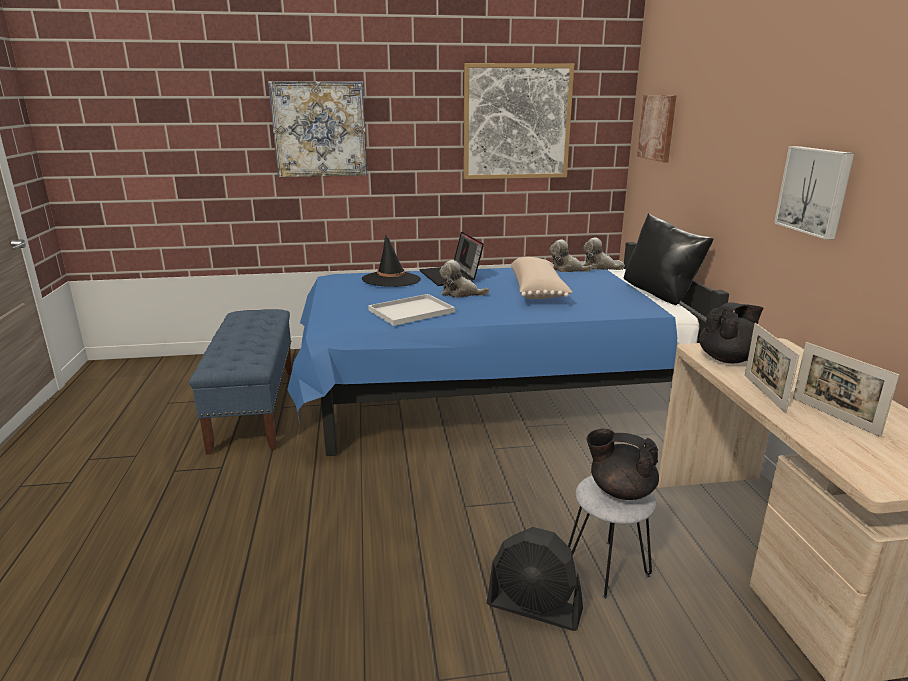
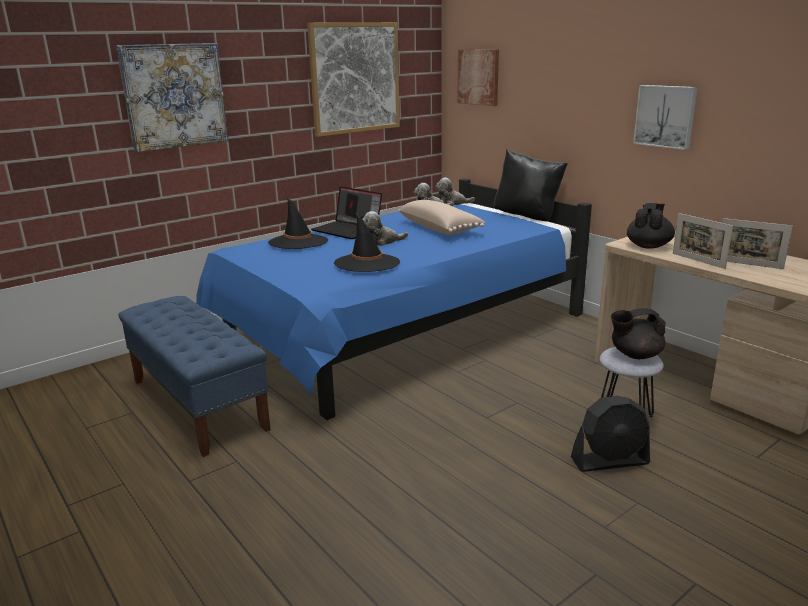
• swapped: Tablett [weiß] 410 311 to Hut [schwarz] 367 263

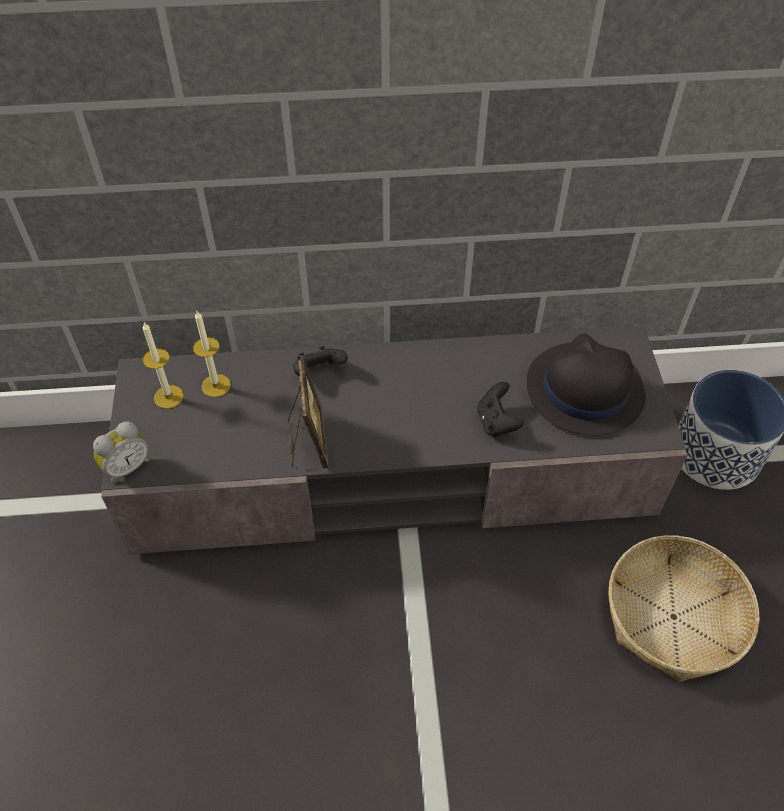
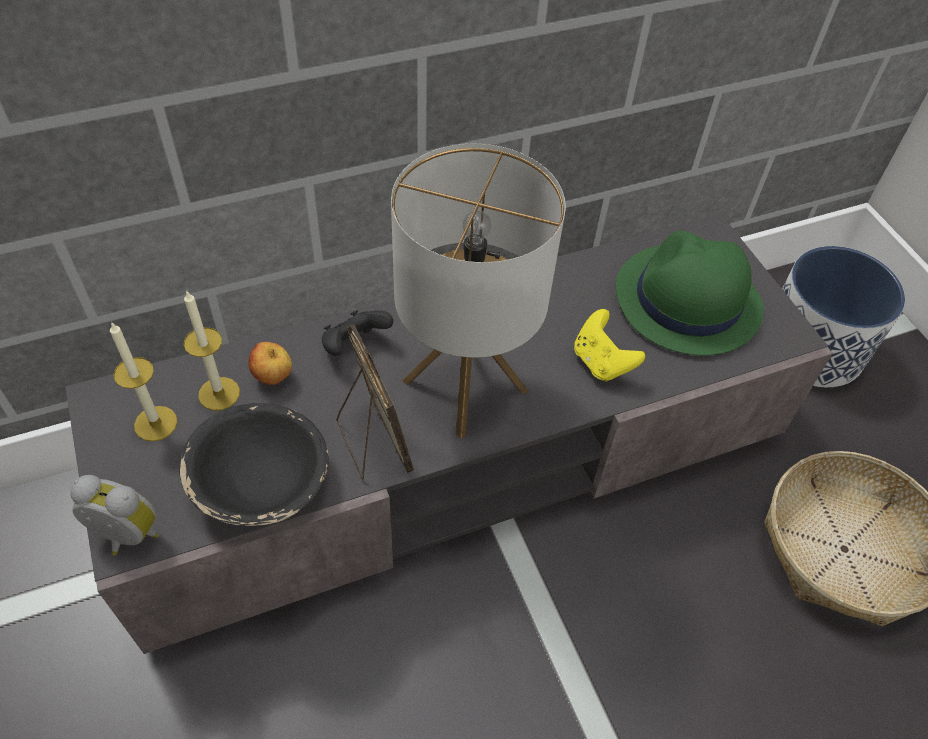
• repainted: Hut [schwarz] 584 389 to Hut [grün] 686 300
• repainted: Gamepad [schwarz] 496 422 to Gamepad [gelb] 601 362
• rotated: Wecker 127 467 = 124 537 105 degrees counterclockwise
• new: Tischlampe 464 386
• new: Apfel 273 377
• new: Schüssel [schwarz] 261 482

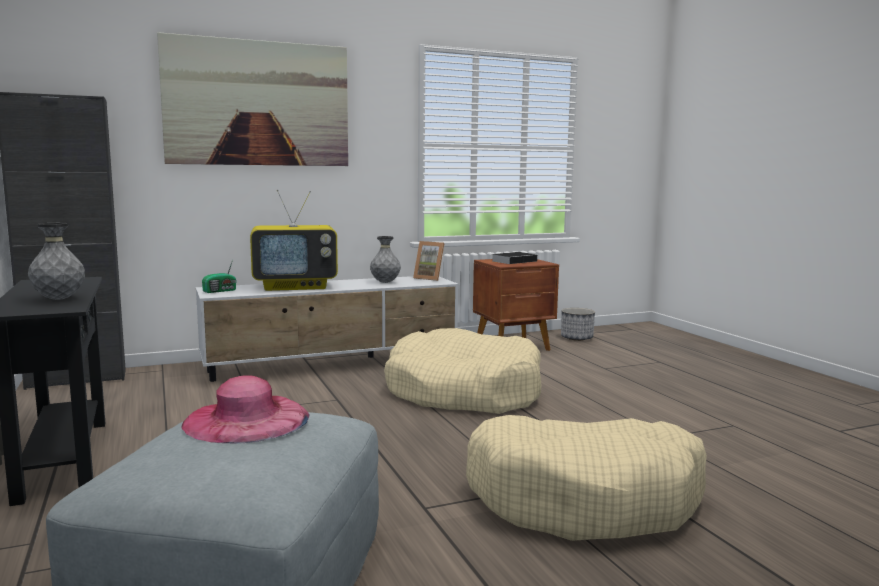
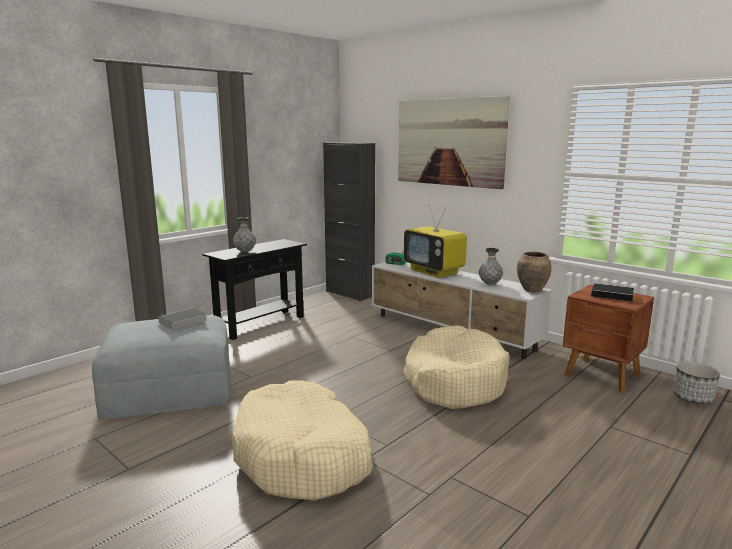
• swapped: Bilderrahmen 430 278 to Vase [braun] 532 290
• swapped: Hut [rosa] 246 419 to Buch 182 322

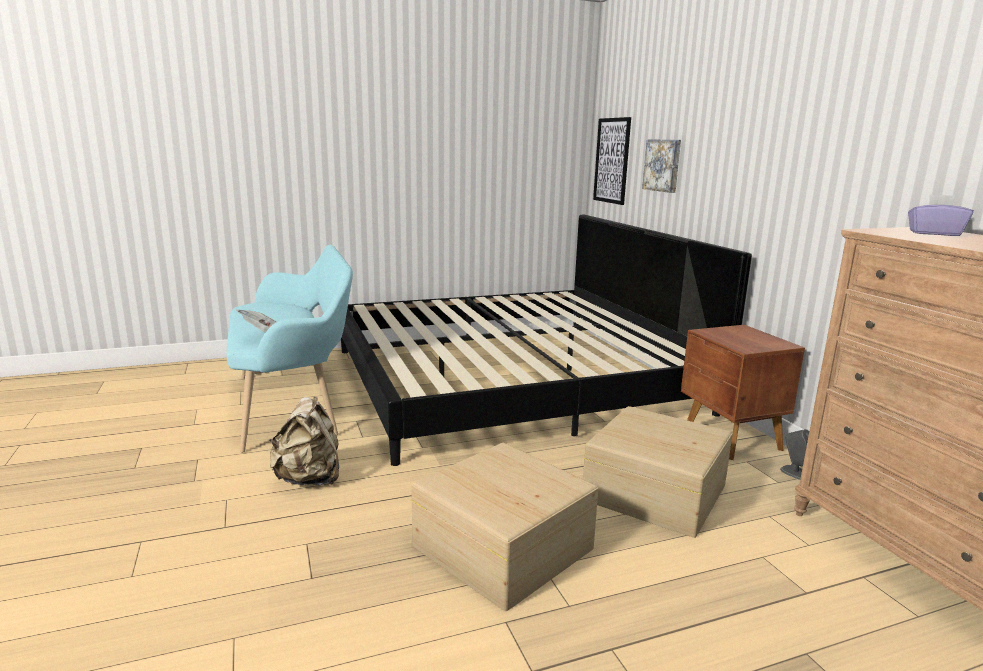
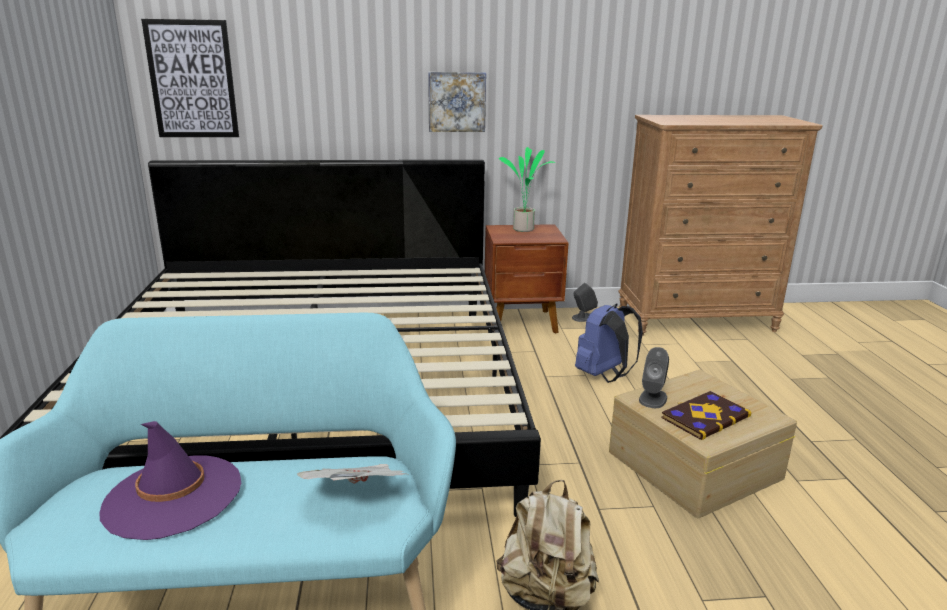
• shifted: Bild 663 165 to 456 101
• gone: Taschentuchbox [lila] 934 233
• swapped: Aufbewahrungsbox [beige] 653 491 to Rucksack [blau] 604 375
• new: Topfpflanze 525 229
• new: Lautsprecher [grau] 653 398
• new: Buch 704 417
• new: Hut [lila] 172 496

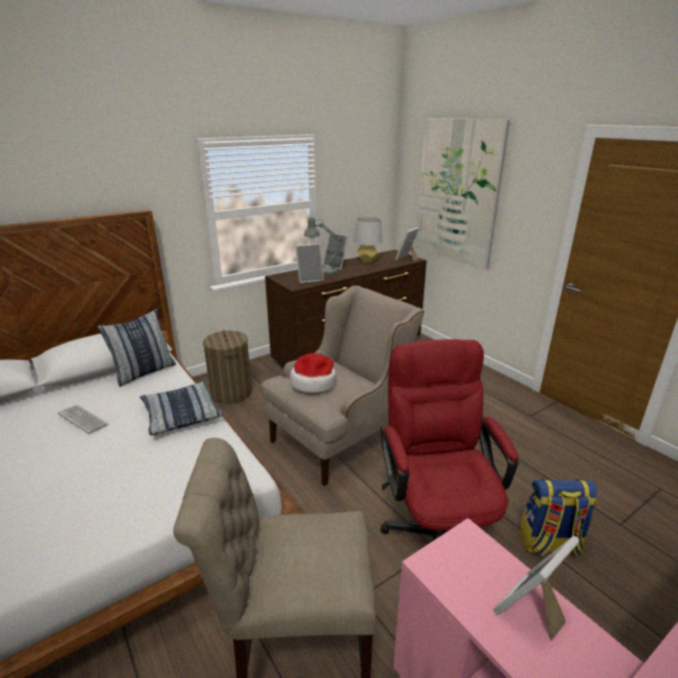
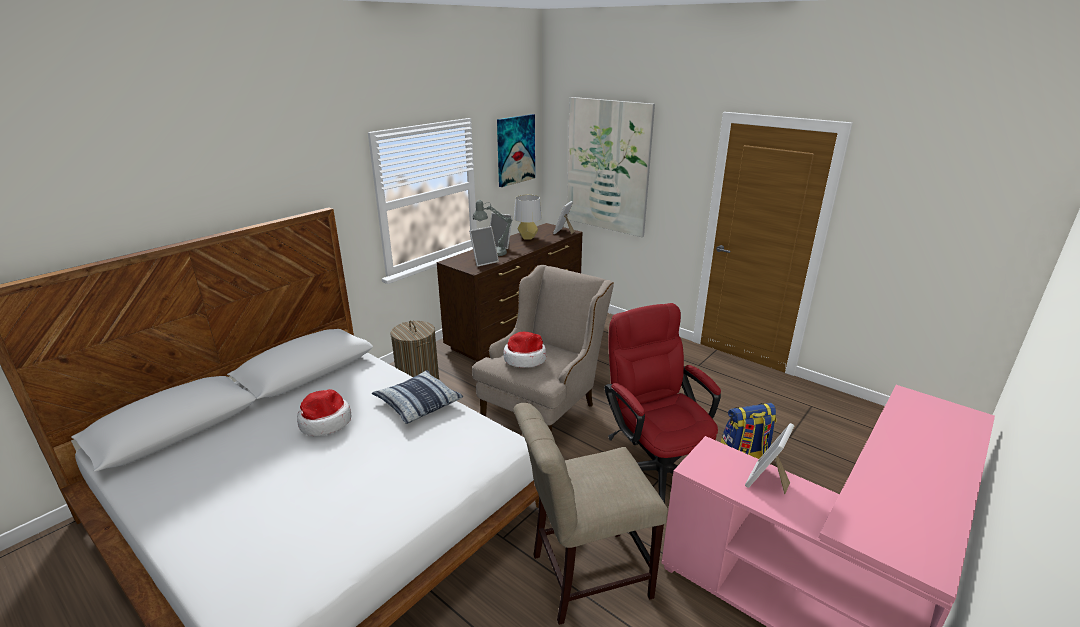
• gone: Kissen 144 372
• swapped: Tastatur 83 419 to Hut 325 422
• new: Bild 515 150

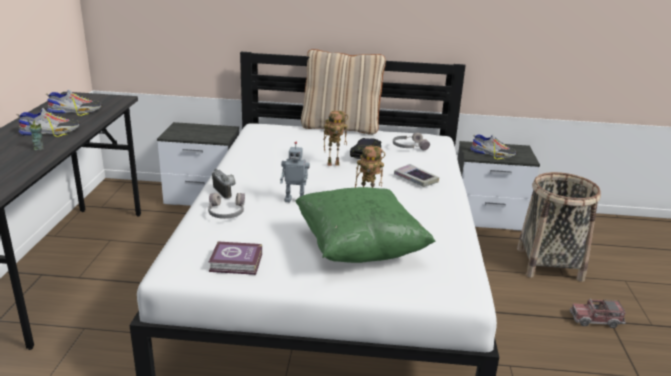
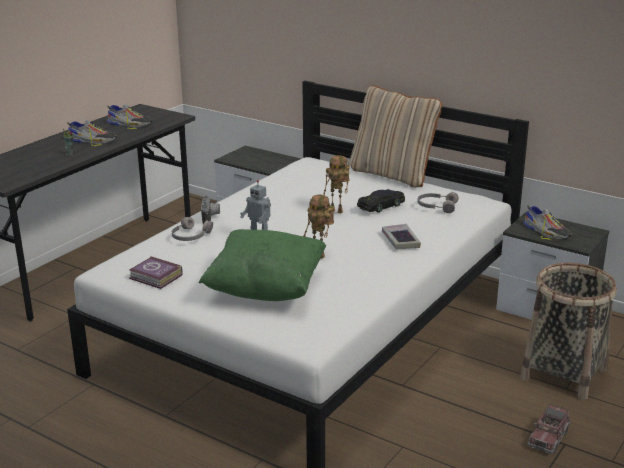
• rotated: Spielzeuglaster 595 320 = 548 438 90 degrees counterclockwise

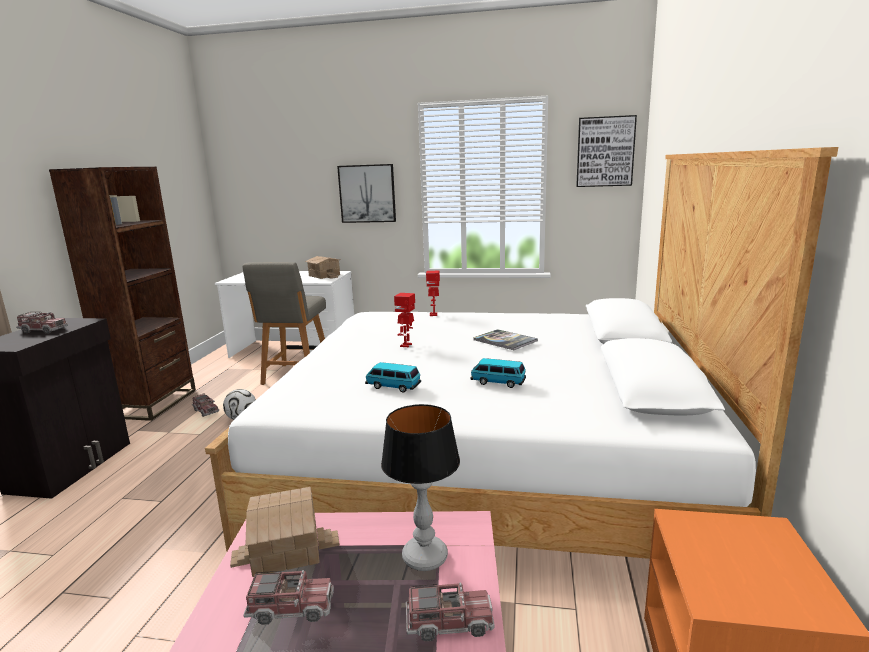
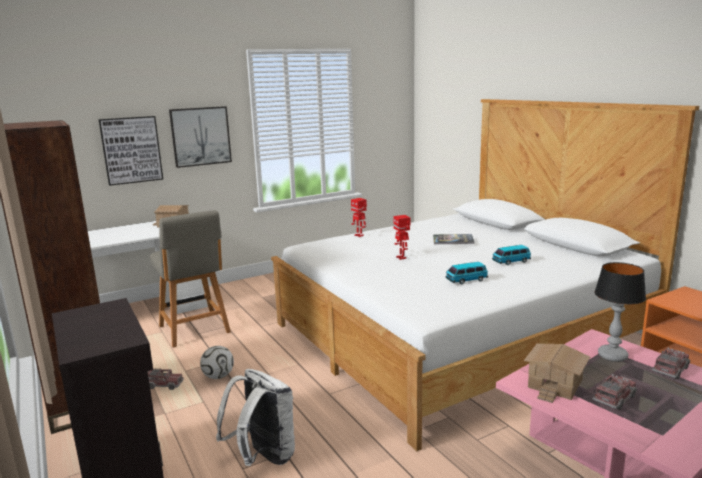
• shifted: Bild 605 152 to 131 150
• gone: Spielzeuglaster 43 330
• new: Rucksack [weiß] 263 457

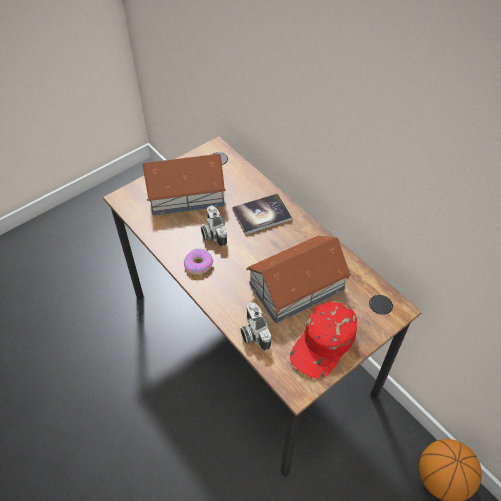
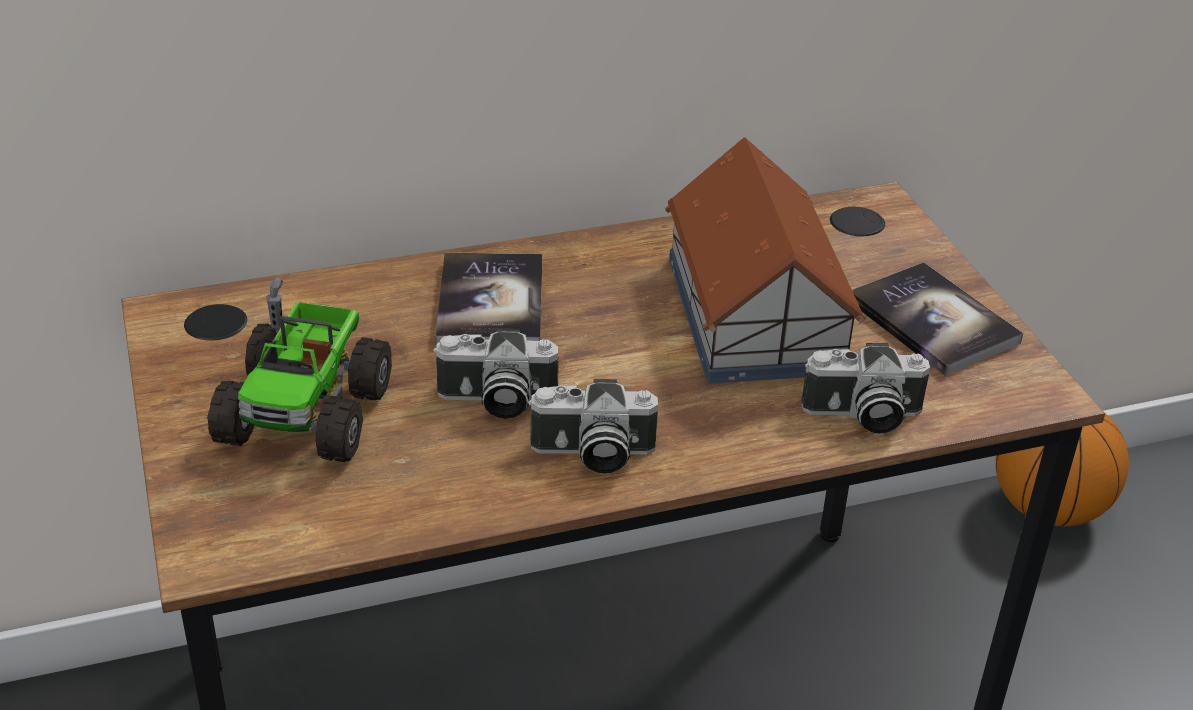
• swapped: Spielzeughaus 187 194 to Spielzeuglaster 307 412
• swapped: Donut 198 264 to Kamera 591 454
• swapped: Kappe [rot] 324 344 to Buch 932 321

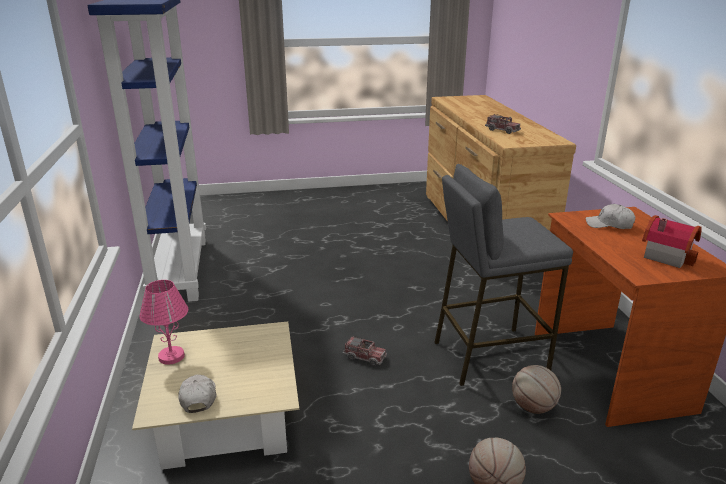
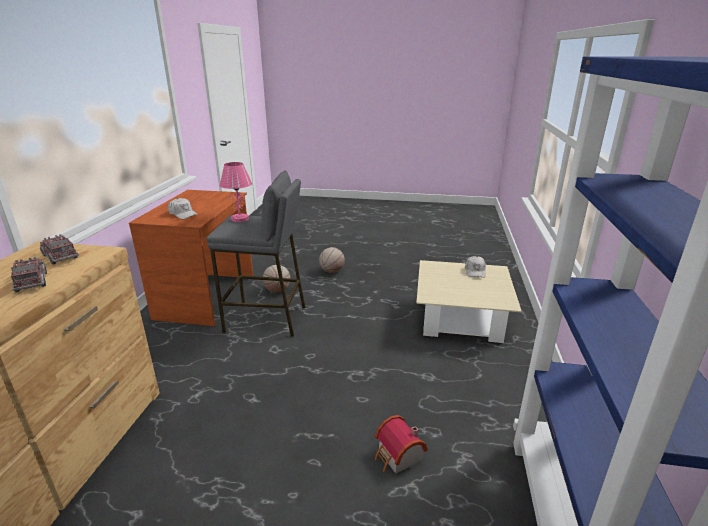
• shifted: Spielzeughaus 666 255 to 398 457
• shifted: Tischlampe [rosa] 171 357 to 240 219
• shifted: Spielzeuglaster 364 357 to 60 256

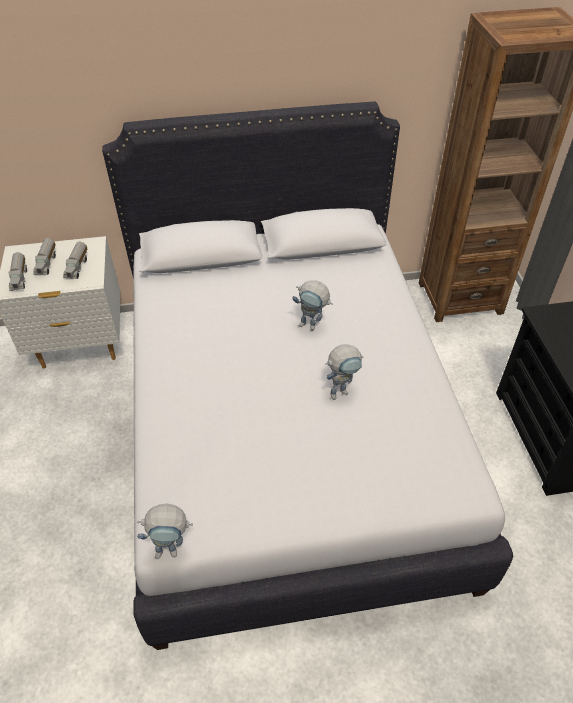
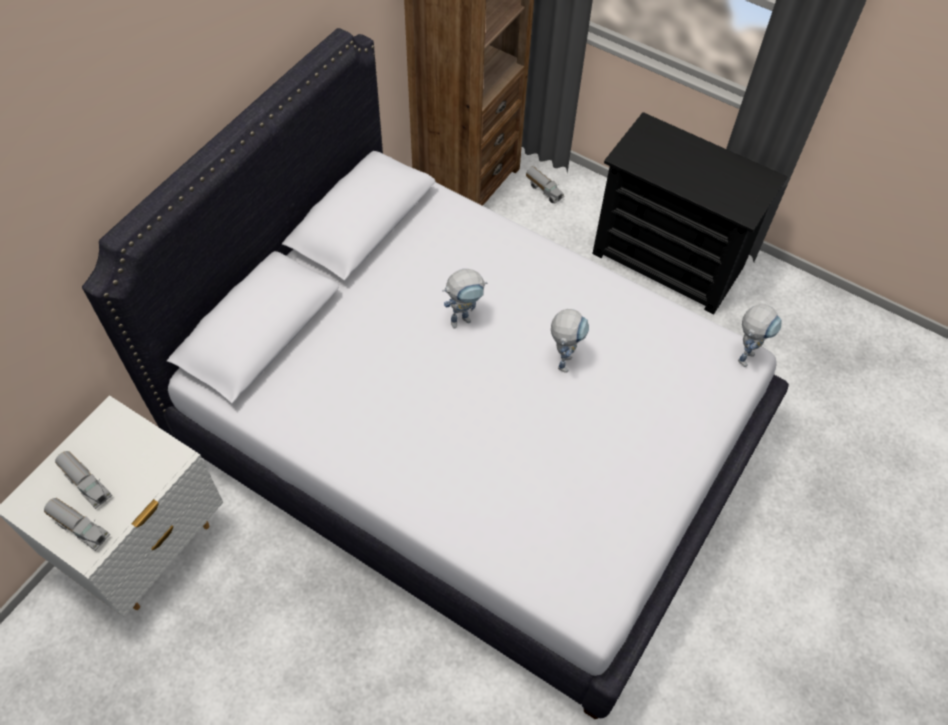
• shifted: Spielzeuglaster 78 267 to 544 190
• shifted: Spielzeugroboter 172 550 to 746 353

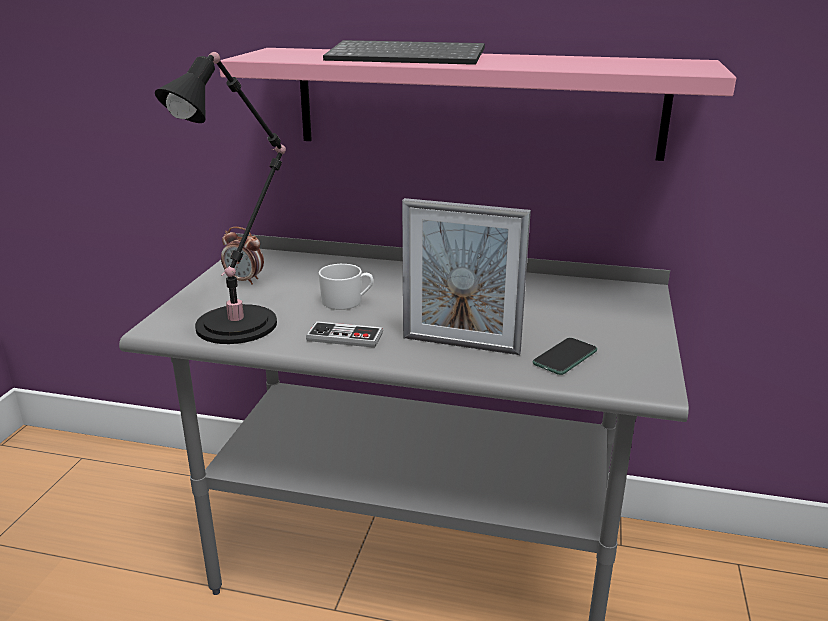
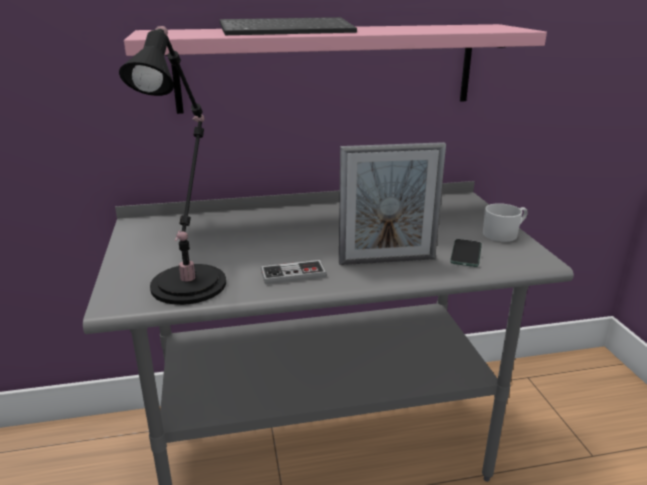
• gone: Wecker 245 280
• shifted: Henkelbecher [weiß] 347 302 to 504 234

